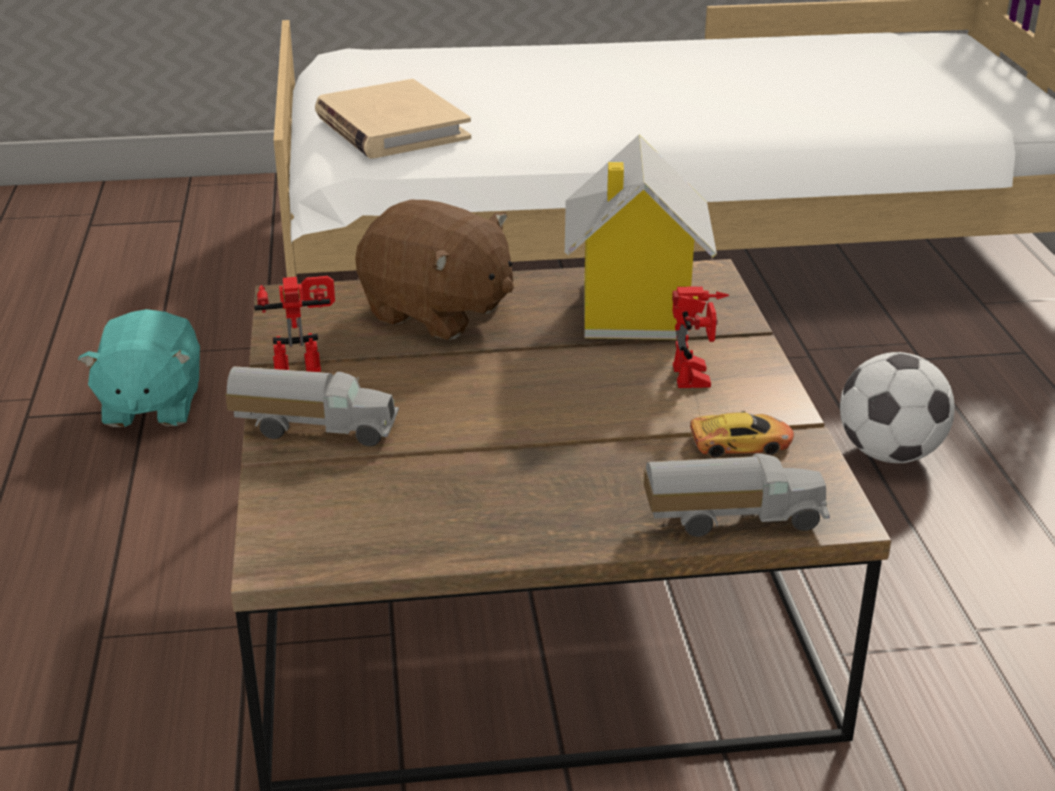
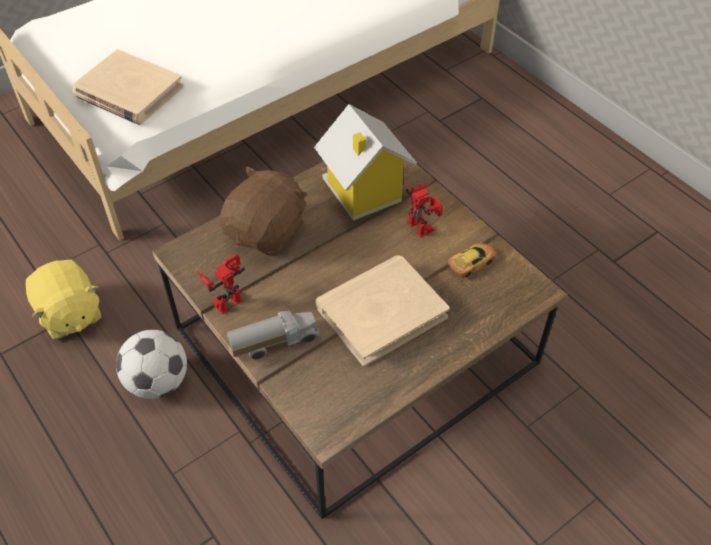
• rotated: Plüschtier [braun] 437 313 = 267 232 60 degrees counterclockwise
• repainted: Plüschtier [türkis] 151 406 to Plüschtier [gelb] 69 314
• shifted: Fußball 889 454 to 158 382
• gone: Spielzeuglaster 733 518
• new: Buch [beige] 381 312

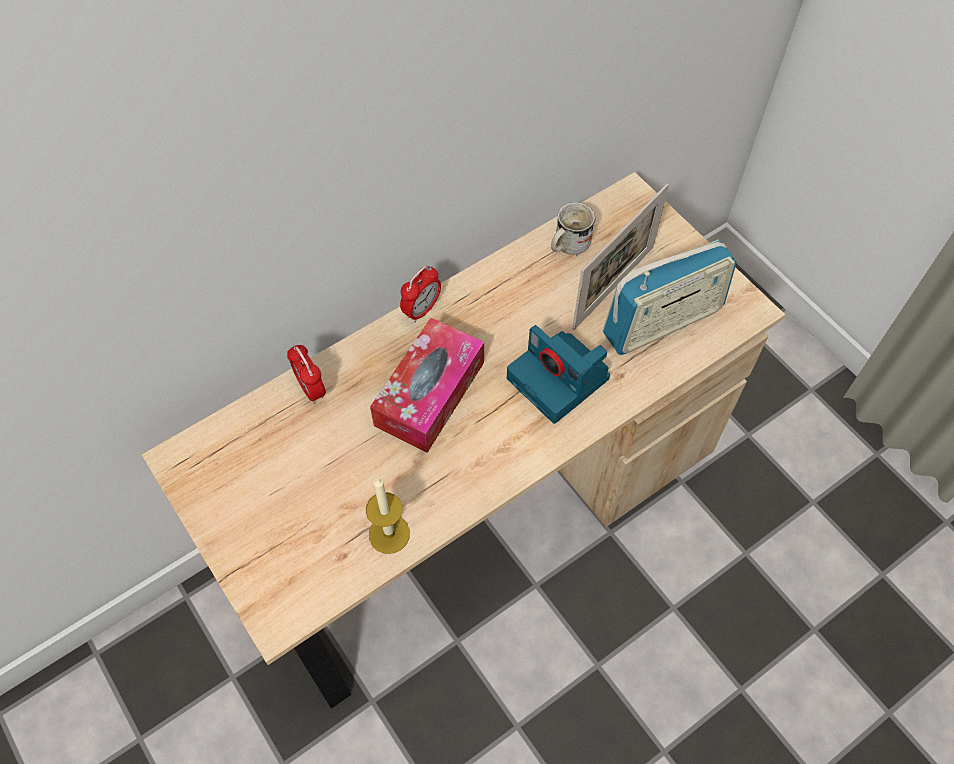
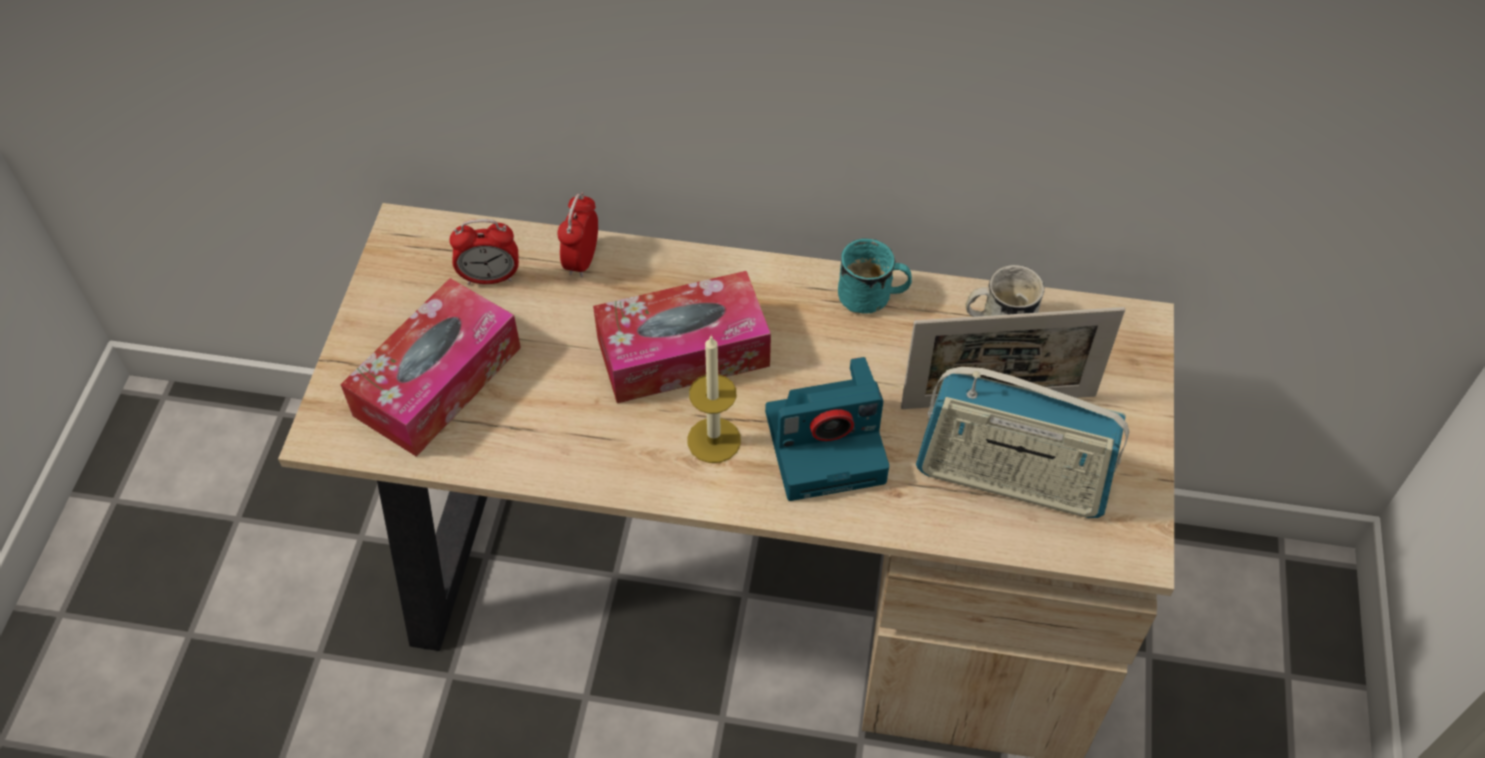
• shifted: Wecker 421 310 to 490 277
• rotated: Kamera 560 379 = 827 444 105 degrees counterclockwise
• shifted: Kerze 389 534 to 714 440
• new: Henkelbecher [türkis] 873 297
• new: Taschentuchbox 438 381

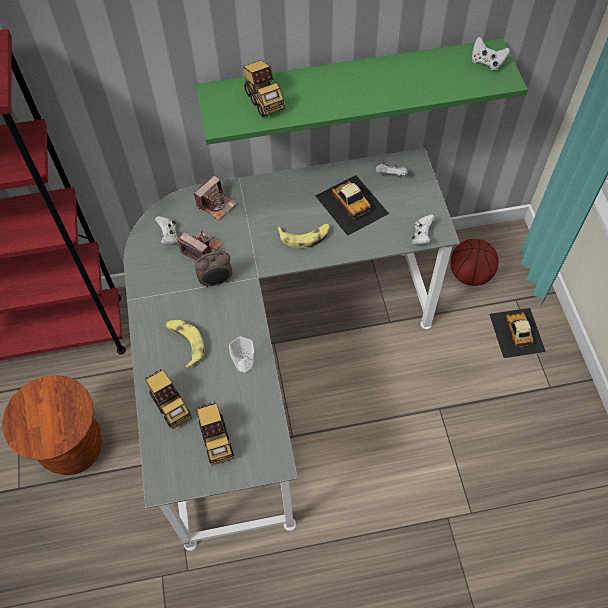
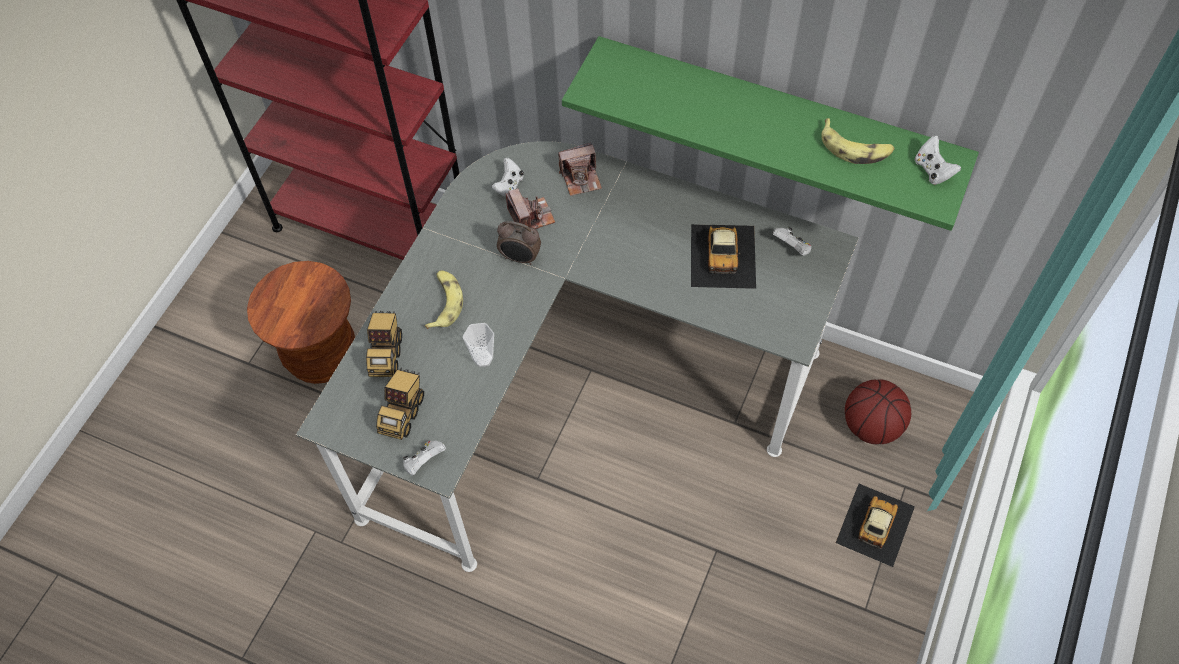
• gone: Spielzeuglaster 263 100
• shifted: Gamepad [weiß] 421 236 to 424 462
• shifted: Banane 305 236 to 855 148

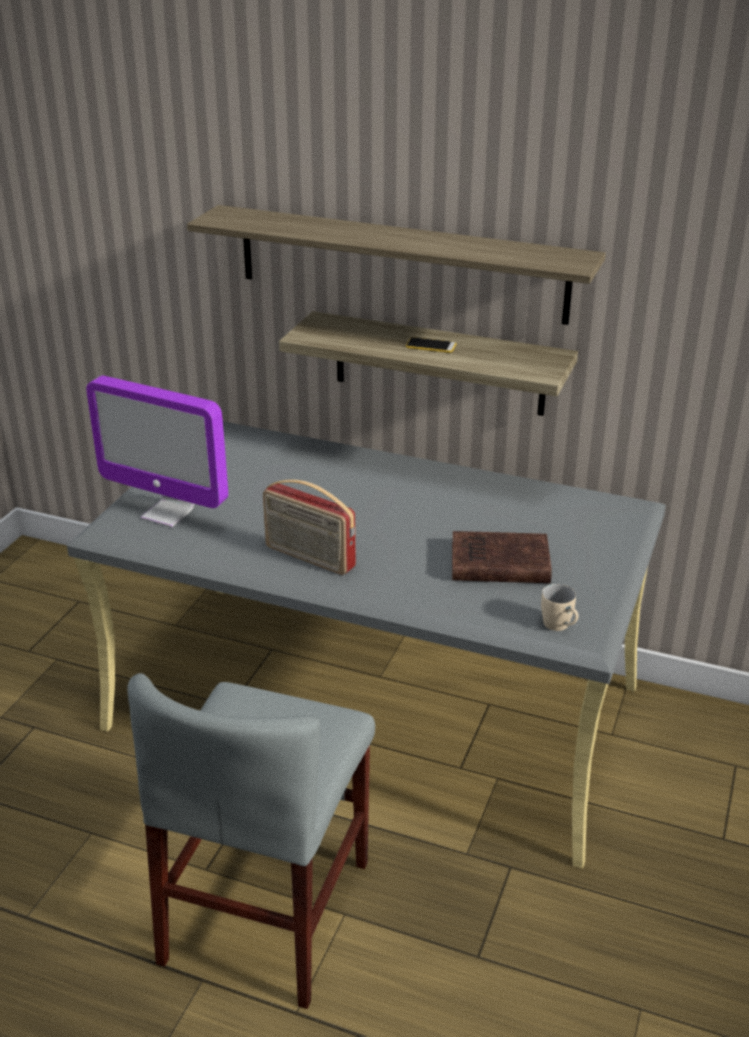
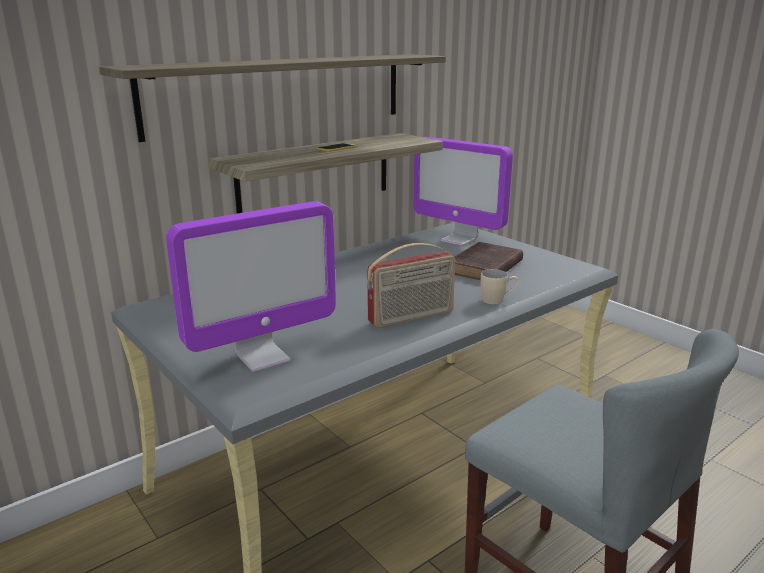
• shifted: Henkelbecher [beige] 560 626 to 497 300
• new: Monitor 458 240

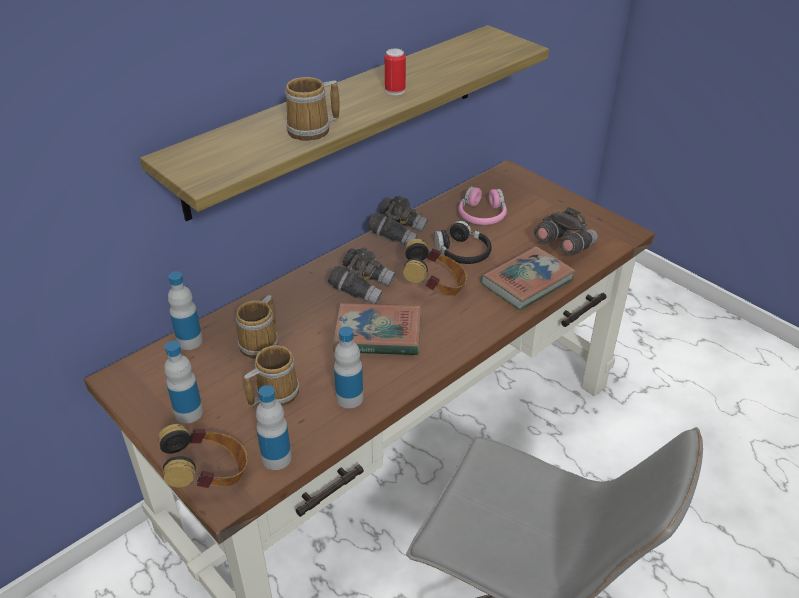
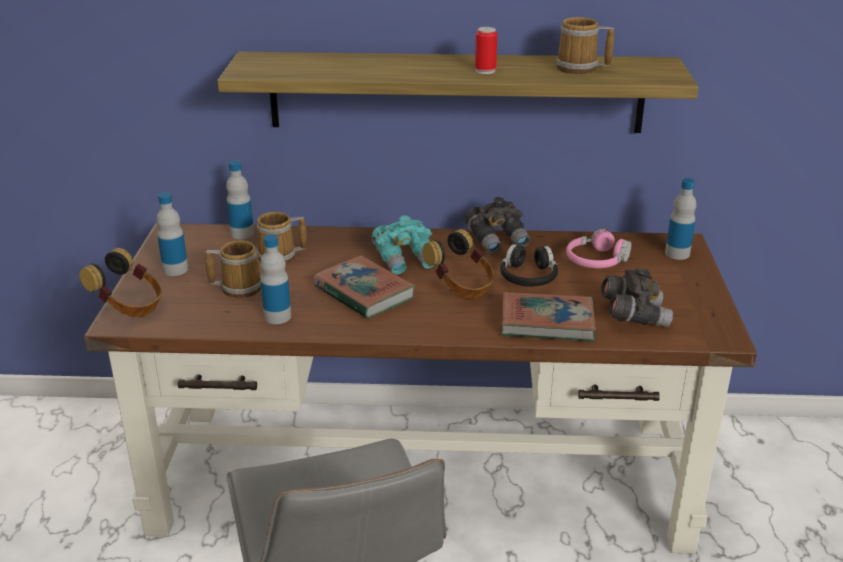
• shifted: Henkelbecher 312 130 to 579 68
• repainted: Fernglas [grau] 362 287 to Fernglas [türkis] 406 260
• shifted: Flasche 276 458 to 677 253

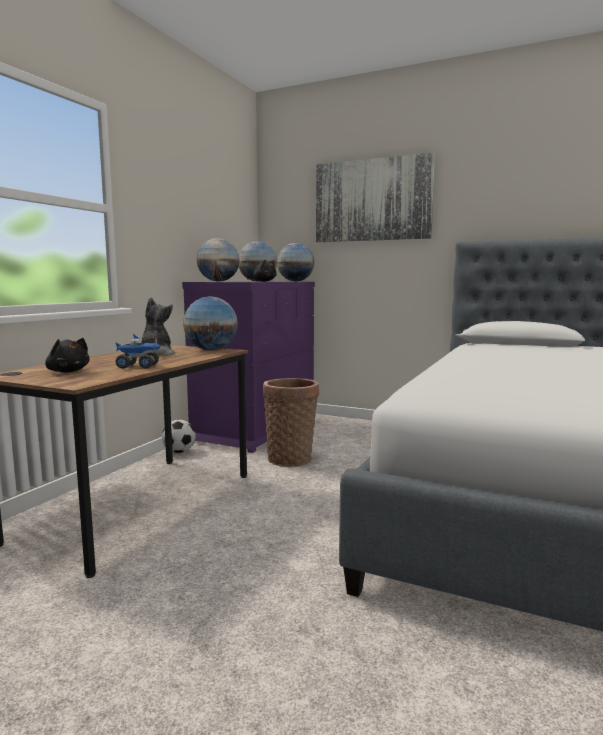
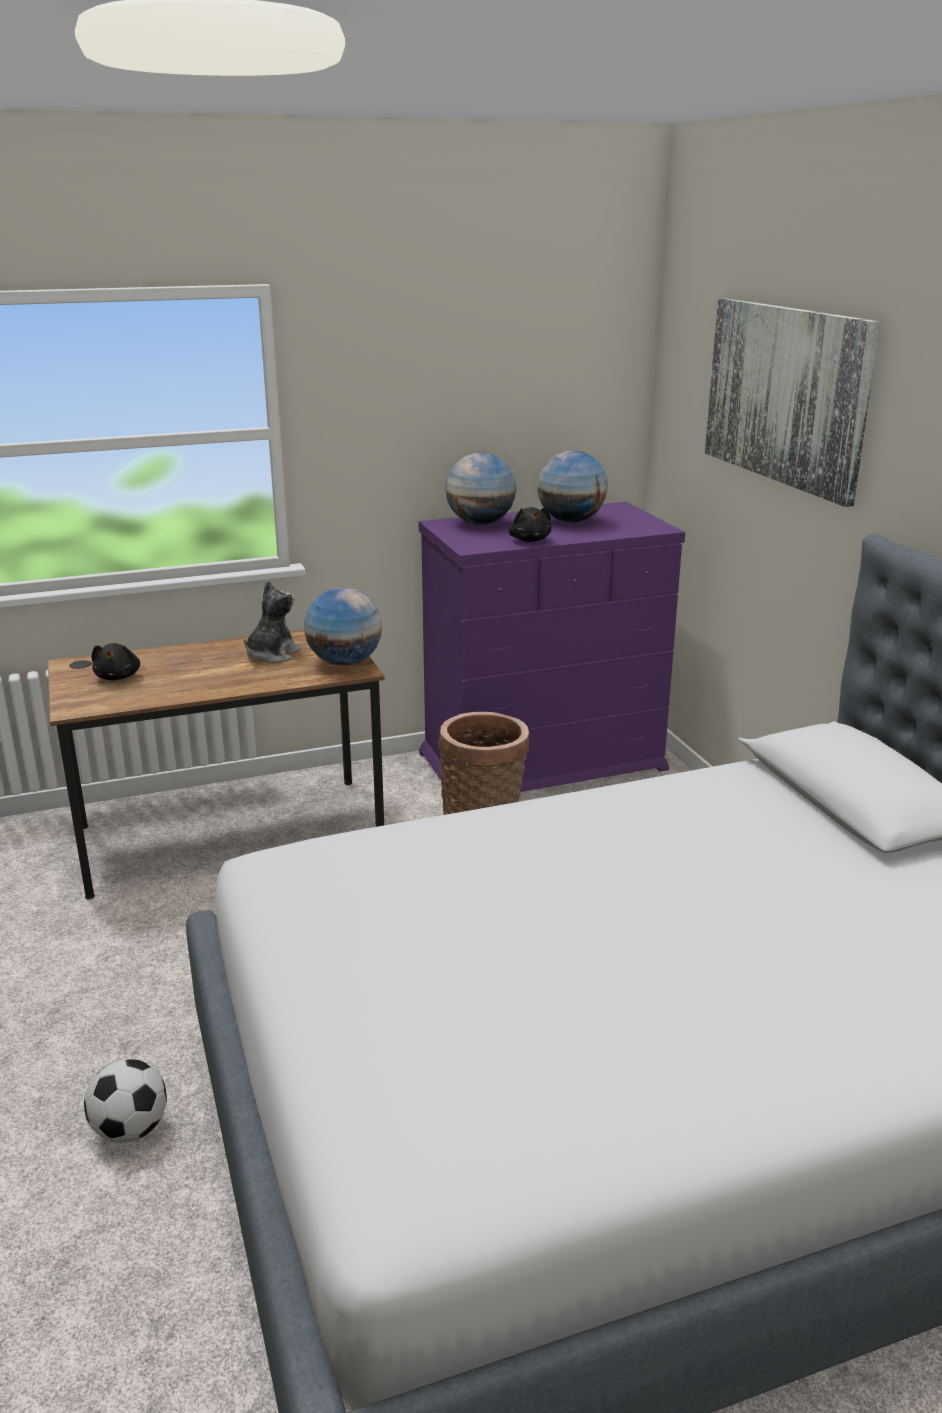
• gone: Globus 296 281
• gone: Spielzeuglaster 138 366
• shifted: Fußball 179 451 to 130 1130

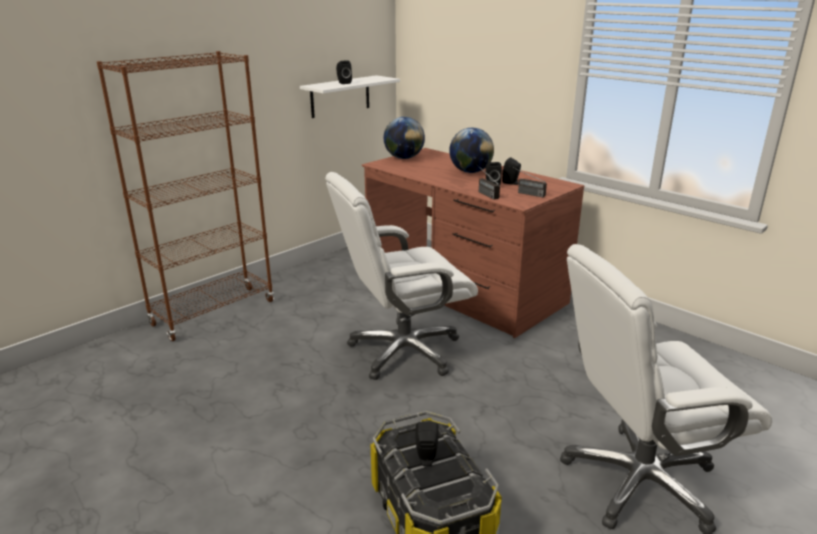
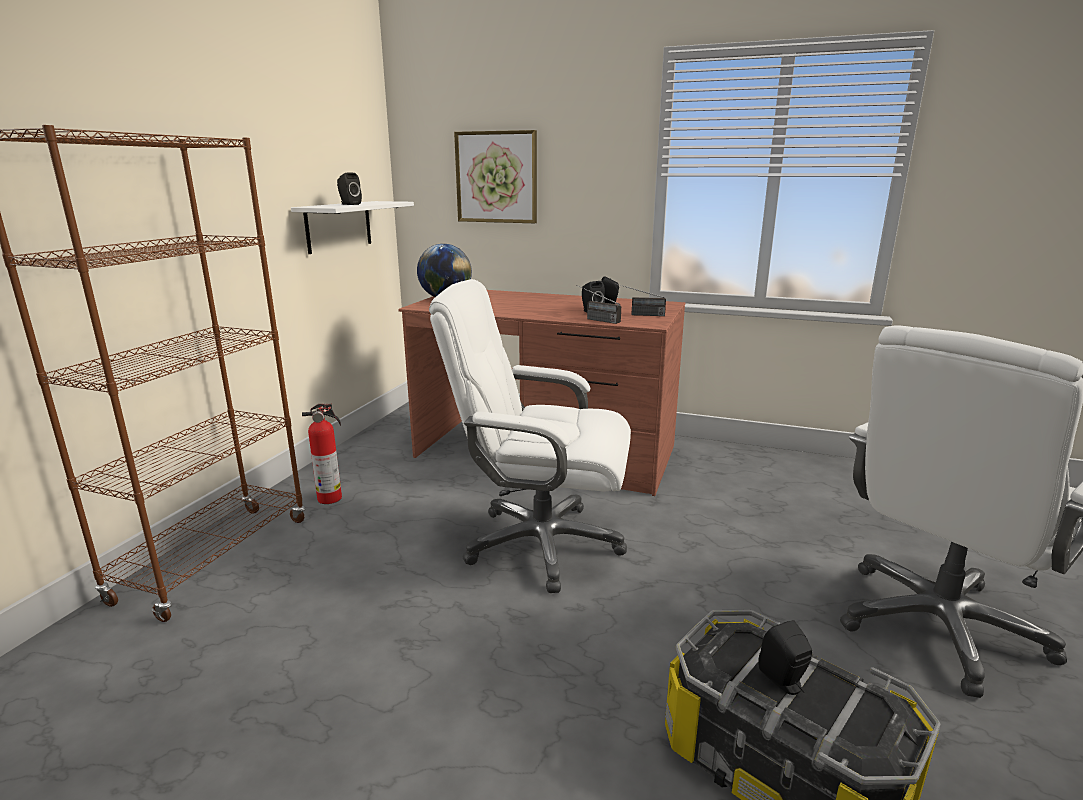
• gone: Globus 470 172
• rotated: Bürostuhl [weiß] 403 351 = 540 544 60 degrees clockwise
• new: Bild 496 177
• new: Feuerlöscher 331 498

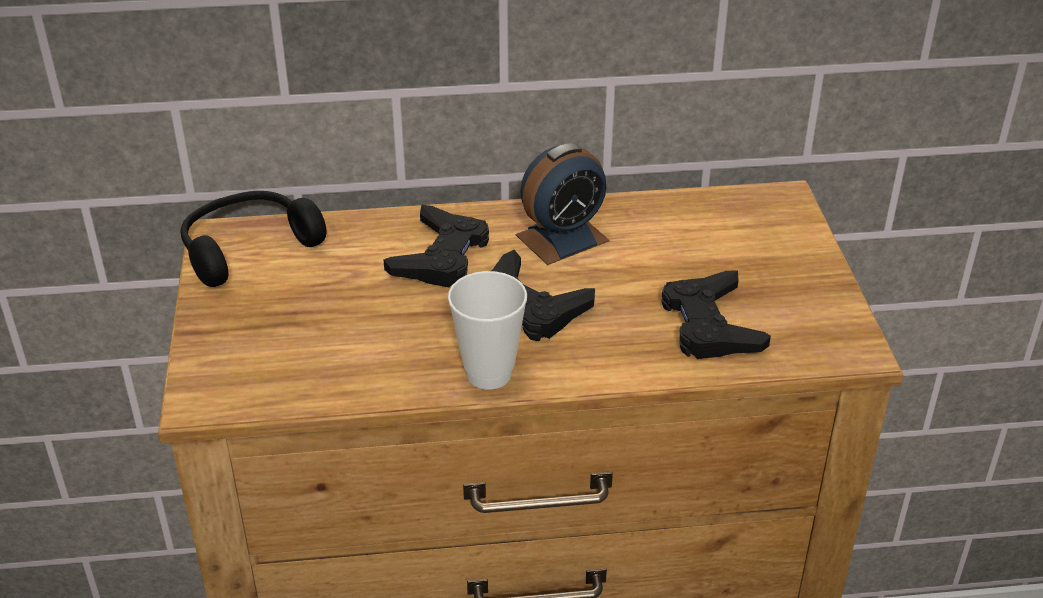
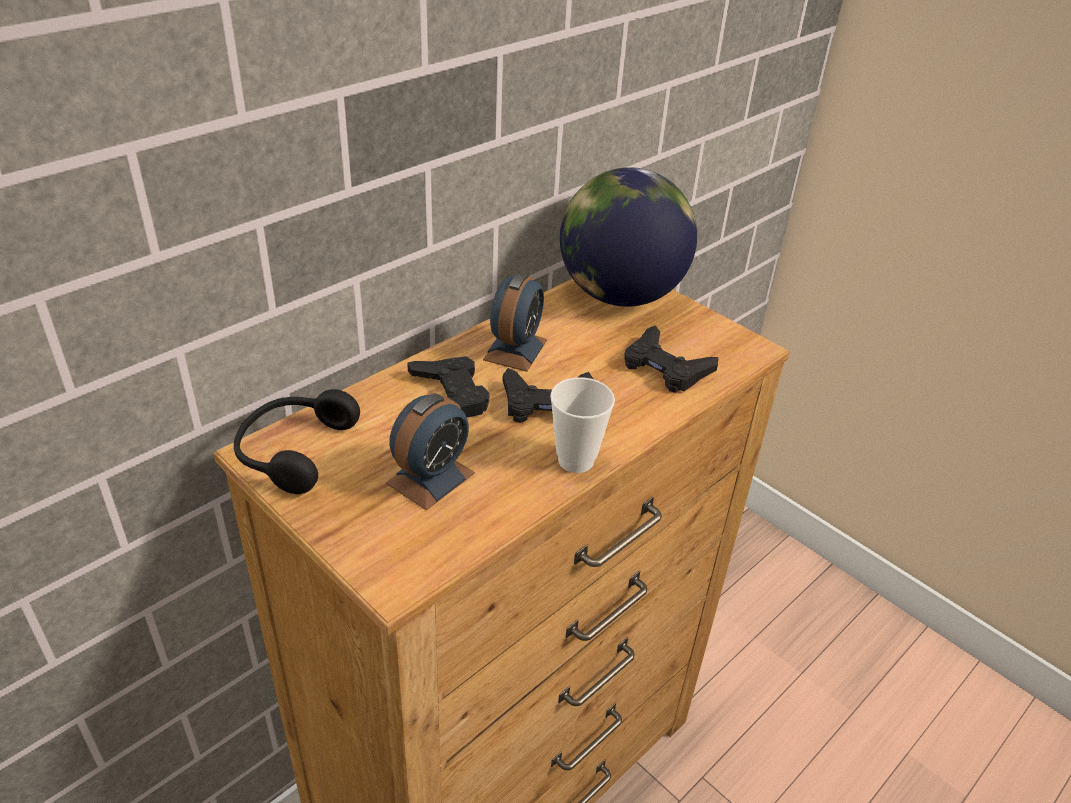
• new: Globus 619 295
• new: Wecker 430 478

